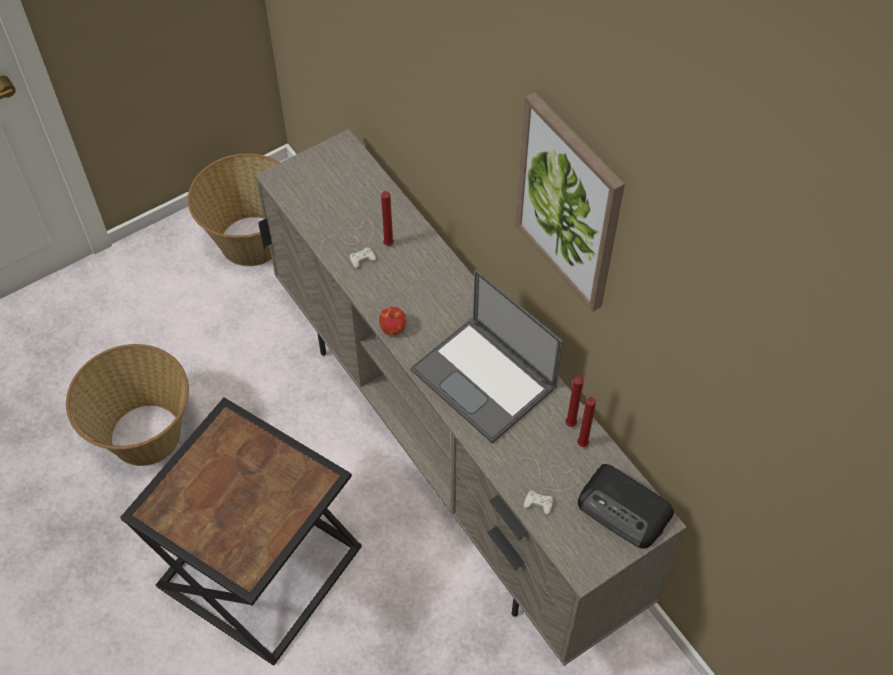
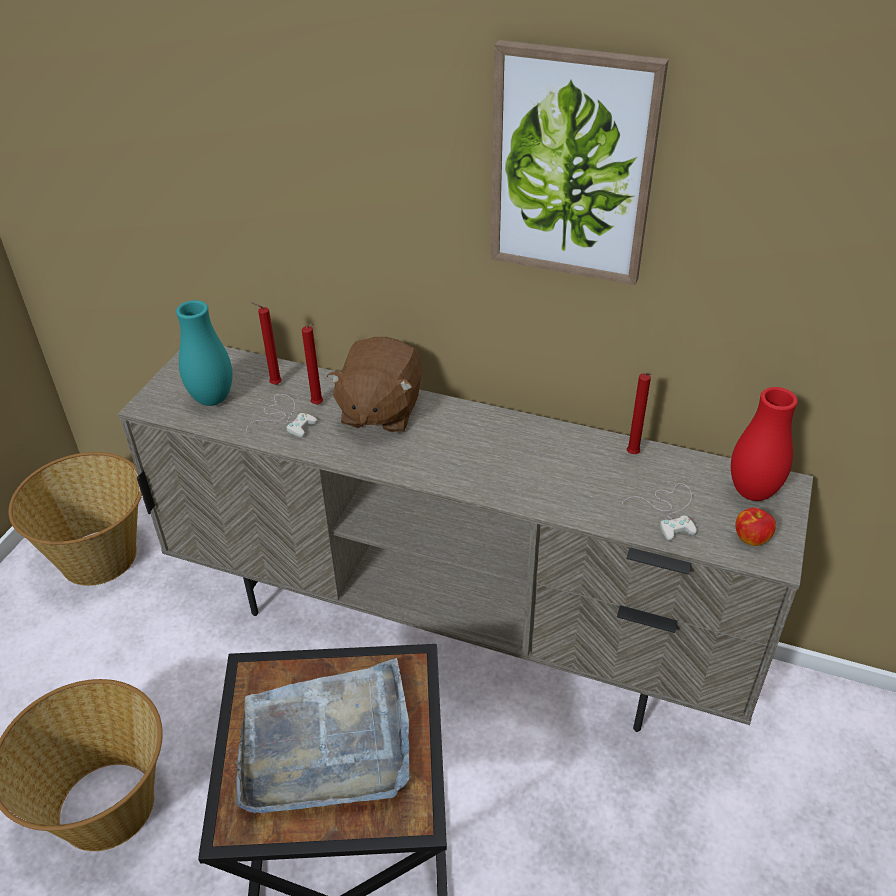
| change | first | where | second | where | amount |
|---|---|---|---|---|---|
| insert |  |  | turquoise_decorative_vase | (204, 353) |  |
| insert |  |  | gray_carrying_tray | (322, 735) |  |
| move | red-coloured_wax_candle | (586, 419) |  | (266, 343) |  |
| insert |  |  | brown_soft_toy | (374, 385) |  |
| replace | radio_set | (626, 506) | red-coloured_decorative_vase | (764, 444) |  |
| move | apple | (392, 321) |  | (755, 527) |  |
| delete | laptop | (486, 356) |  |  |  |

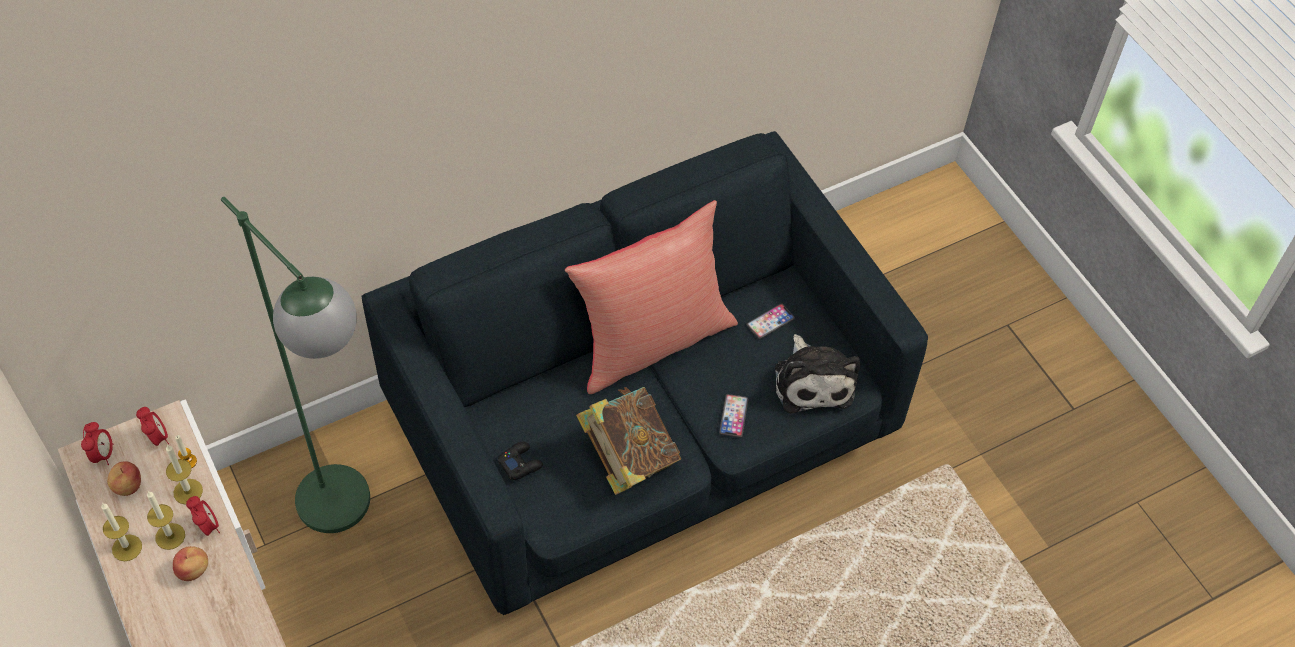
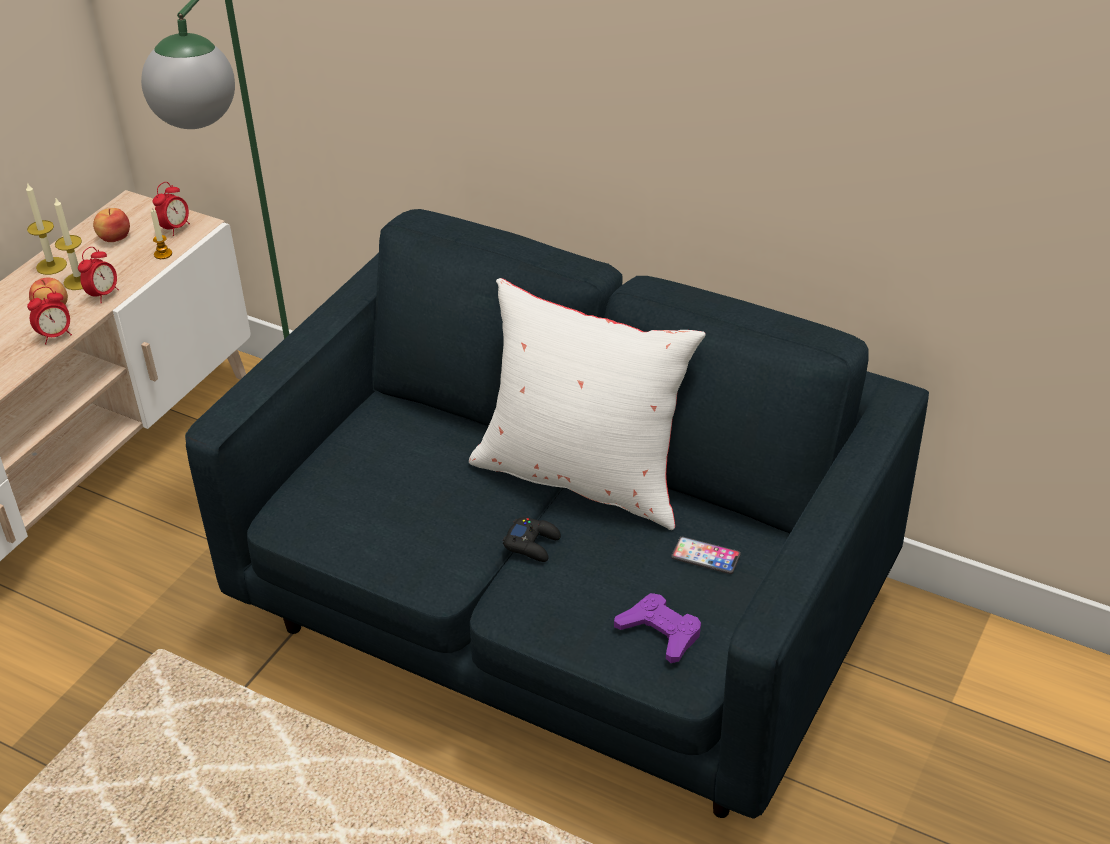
| change | first | where | second | where | amount |
|---|---|---|---|---|---|
| move | bedside_clock | (97, 443) |  | (49, 315) |  |
| recolor | red-coloured_cushion | (651, 297) | whitish_cushion | (587, 404) |  |
| move | blackish_game_controller | (520, 461) |  | (532, 539) |  |
| replace | soft_toy | (817, 373) | purple-coloured_game_controller | (657, 628) |  |
| delete | wax_candle | (184, 475) |  |  |  |
| delete | bound_book | (628, 441) |  |  |  |
| delete | phone | (734, 416) |  |  |  |

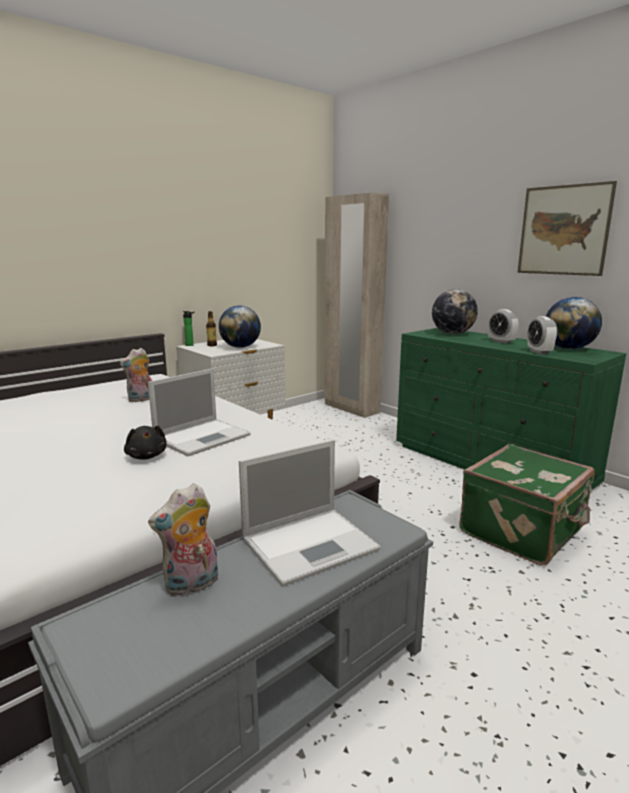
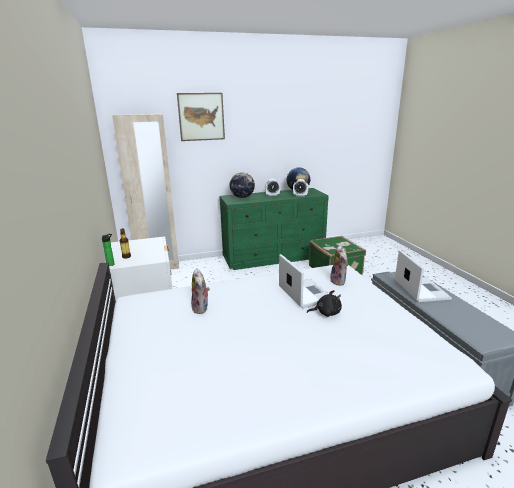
| change | first | where | second | where | amount |
|---|---|---|---|---|---|
| move | wall_art | (567, 228) |  | (201, 117) |  |
| move | soft_toy | (183, 539) |  | (339, 265) |  |
| delete | globe | (240, 327) |  |  |  |

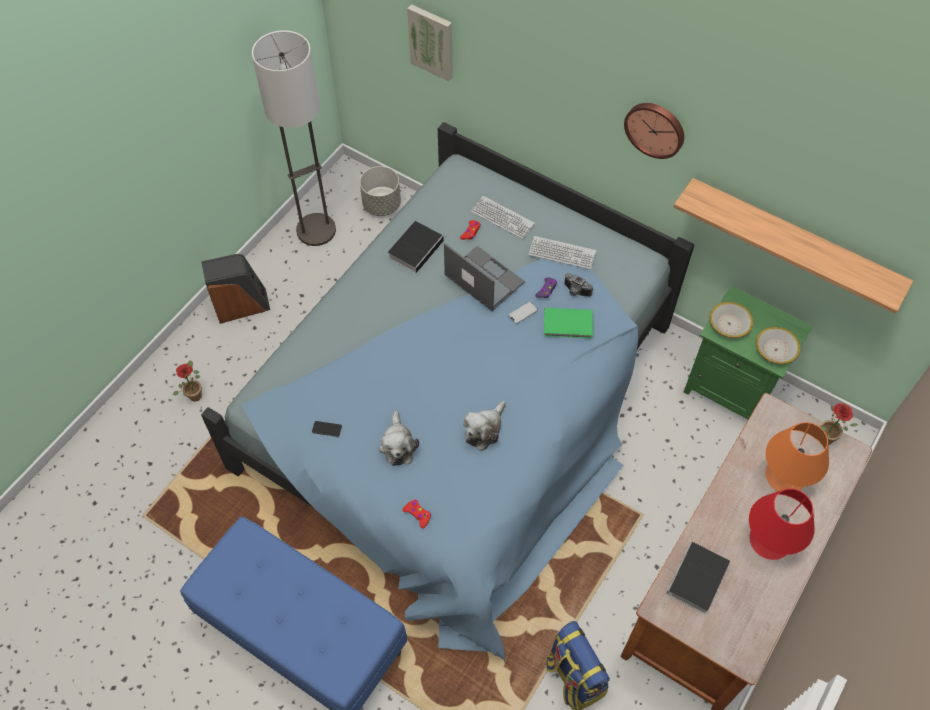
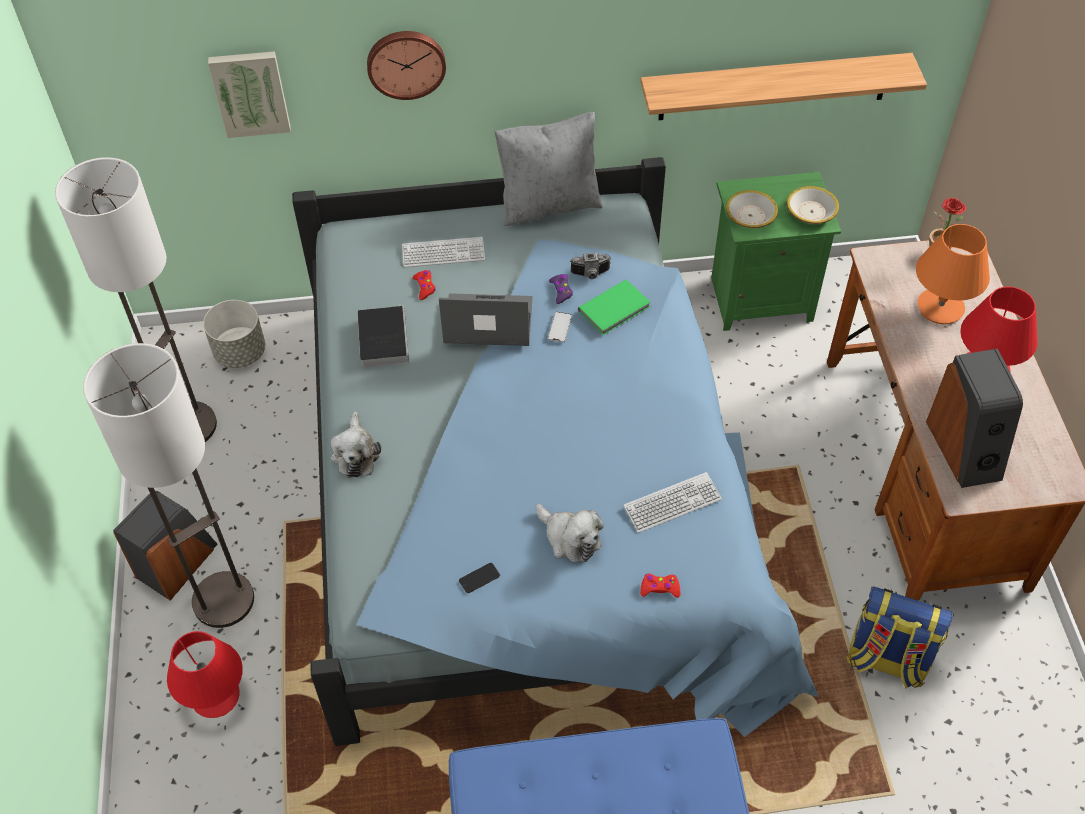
| change | first | where | second | where | amount |
|---|---|---|---|---|---|
| insert |  |  | standard_lamp | (168, 485) |  |
| replace | potted_plant | (187, 381) | red-coloured_table_lamp | (205, 674) |  |
| move | soft_toy | (484, 426) |  | (356, 444) |  |
| move | clock_on_the_wall | (654, 131) |  | (406, 65) |  |
| insert |  |  | gray_cushion | (548, 169) |  |
| move | keyboard | (562, 252) |  | (672, 502) |  |
| replace | bound_book | (697, 577) | loudspeaker | (974, 418) |  |

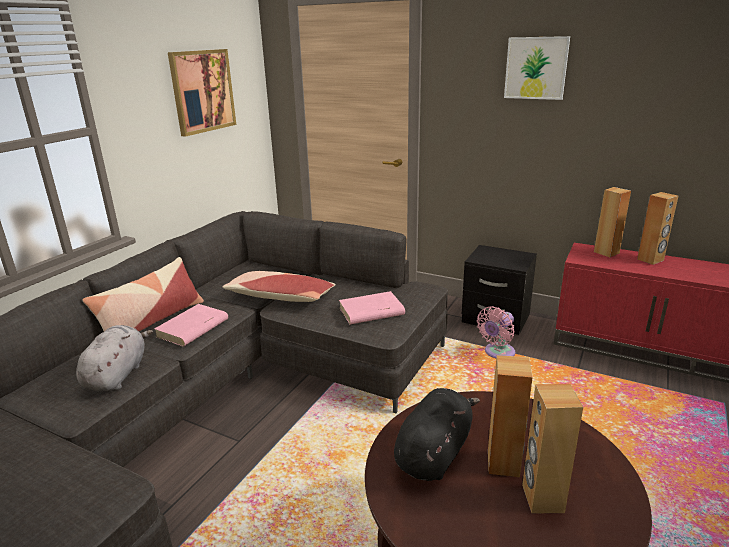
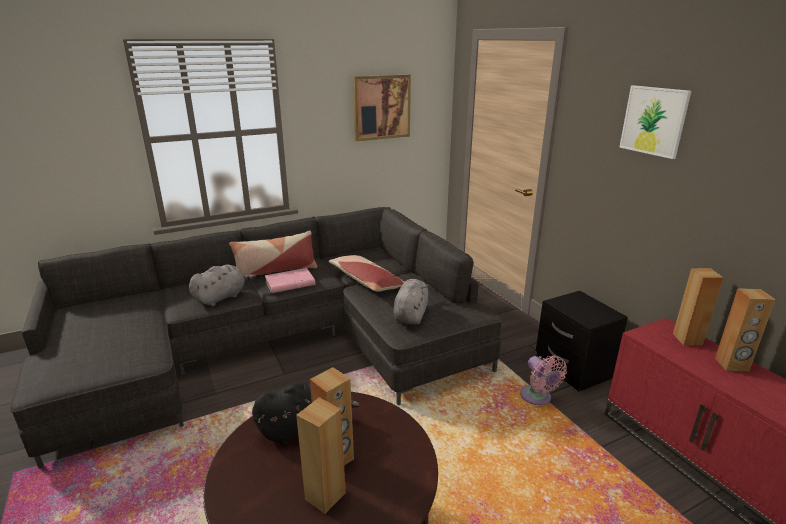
| change | first | where | second | where | amount |
|---|---|---|---|---|---|
| replace | pink_bound_book | (372, 307) | gray_soft_toy | (410, 302) |  |
| rotate | pink_fan | (496, 332) |  | (543, 380) | 105 degrees counterclockwise |

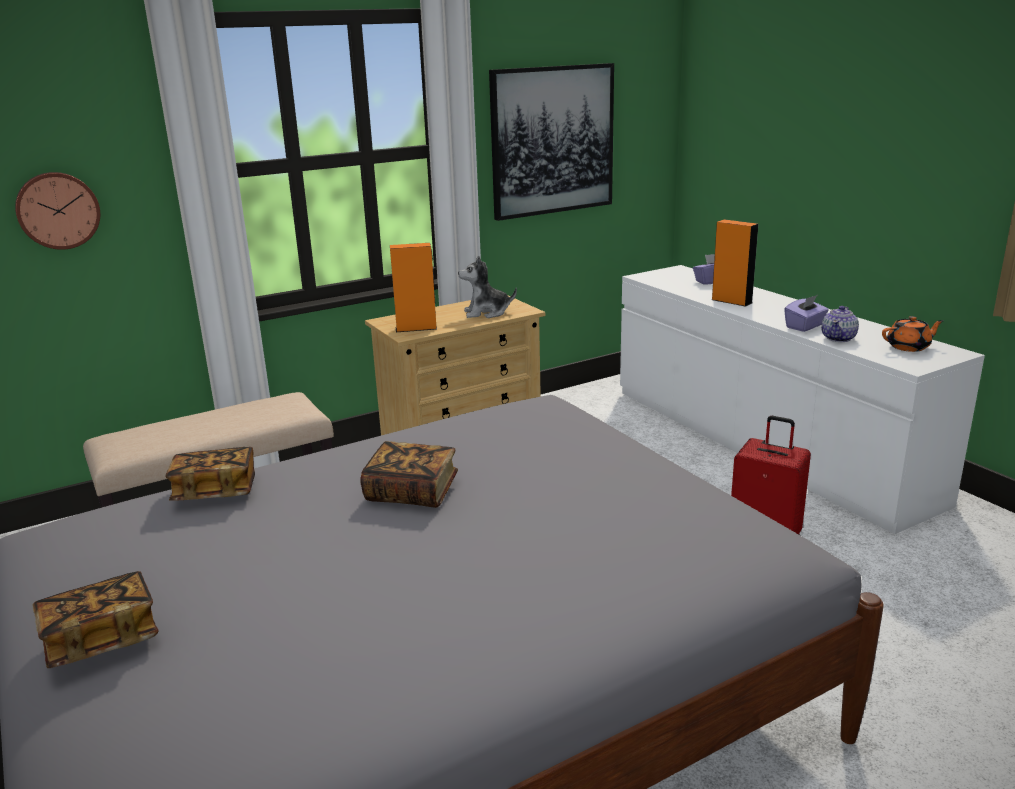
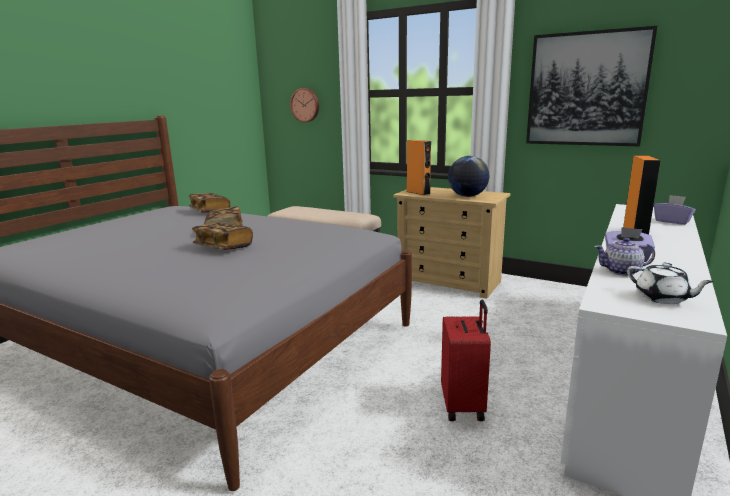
| change | first | where | second | where | amount |
|---|---|---|---|---|---|
| move | bound_book | (96, 619) |  | (222, 236) |  |
| replace | soft_toy | (487, 286) | globe | (468, 176) |  |
| recolor | orange-coloured_teapot | (913, 334) | whitish_teapot | (670, 283) |  |

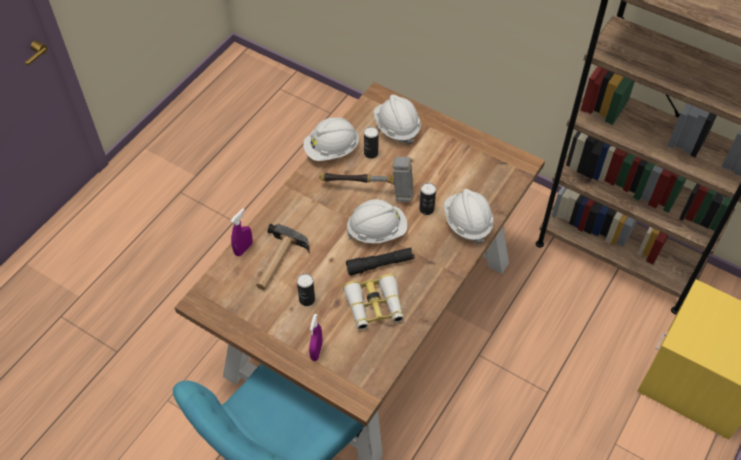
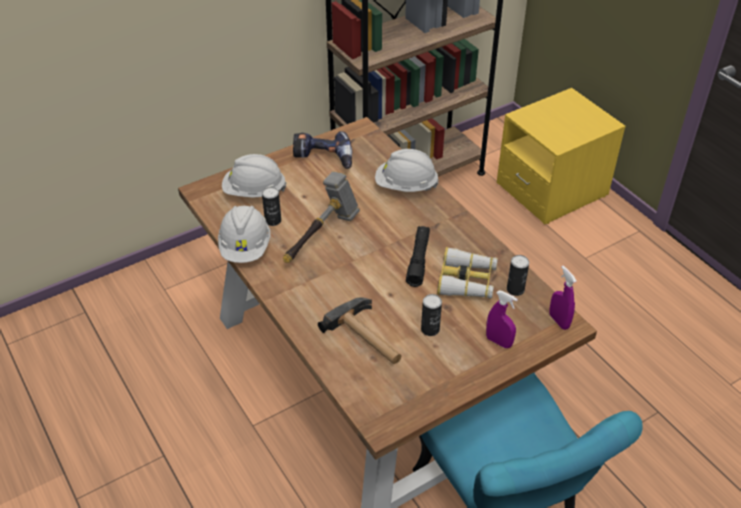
| change | first | where | second | where | amount |
|---|---|---|---|---|---|
| insert |  |  | power_drill | (322, 150) |  |
| move | metal_can | (427, 199) |  | (518, 275) |  |
| move | purple-coloured_spray_bottle | (242, 232) |  | (563, 298) |  |
| delete | whitish_hard_hat | (377, 221) |  |  |  |

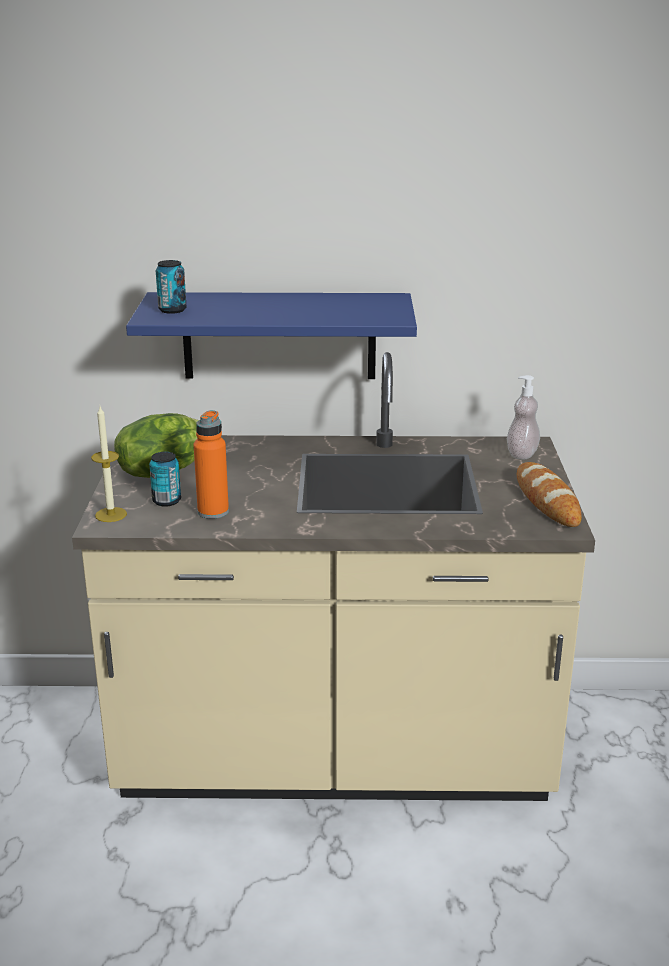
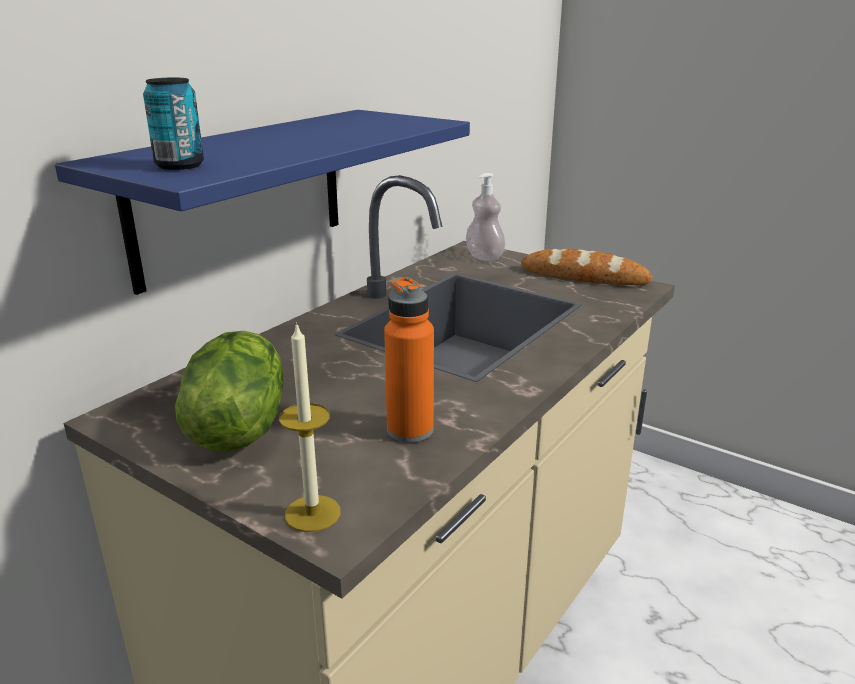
| change | first | where | second | where | amount |
|---|---|---|---|---|---|
| delete | metal_can | (165, 479) |  |  |  |

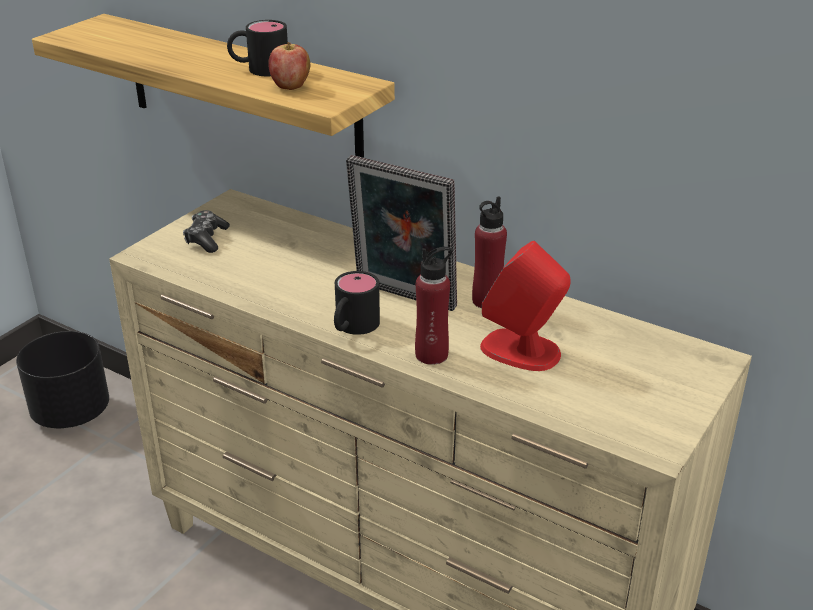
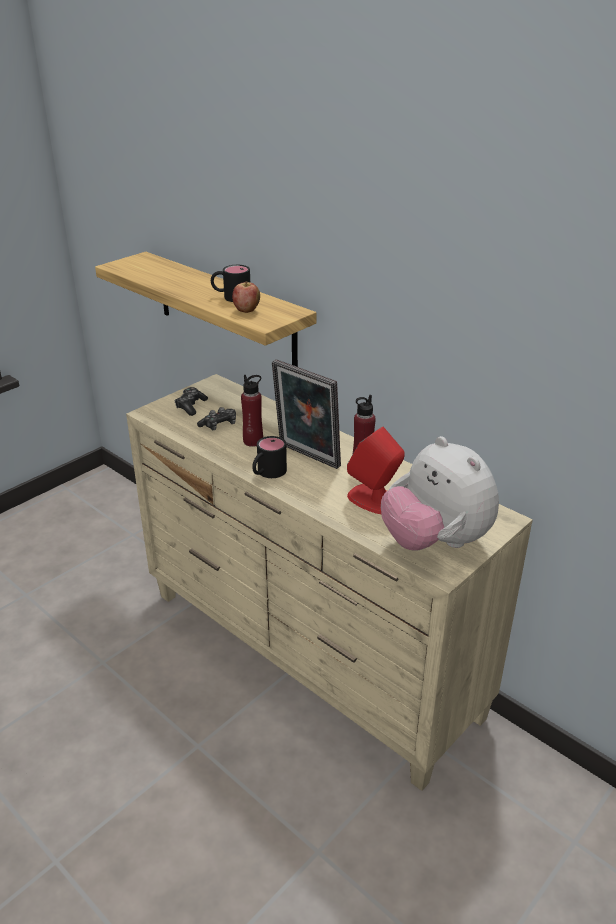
| change | first | where | second | where | amount |
|---|---|---|---|---|---|
| insert |  |  | game_controller | (216, 418) |  |
| move | red-coloured_bottle | (433, 306) |  | (252, 411) |  |
| insert |  |  | soft_toy | (440, 493) |  |
| delete | blackish_planter | (62, 380) |  |  |  |

